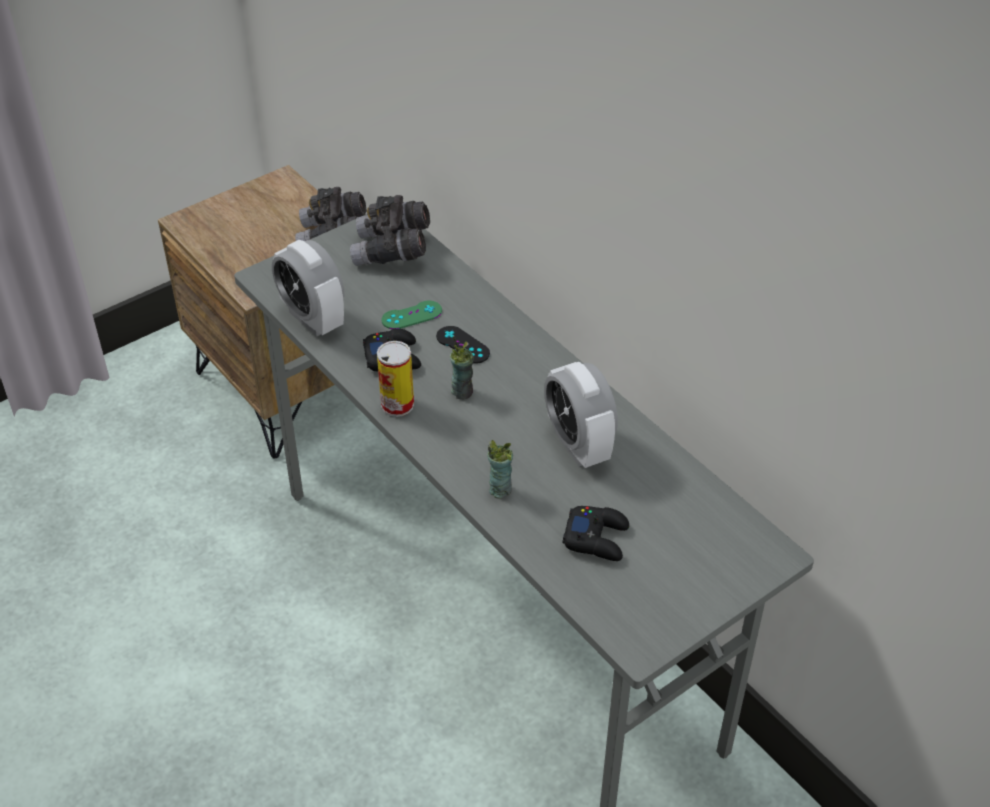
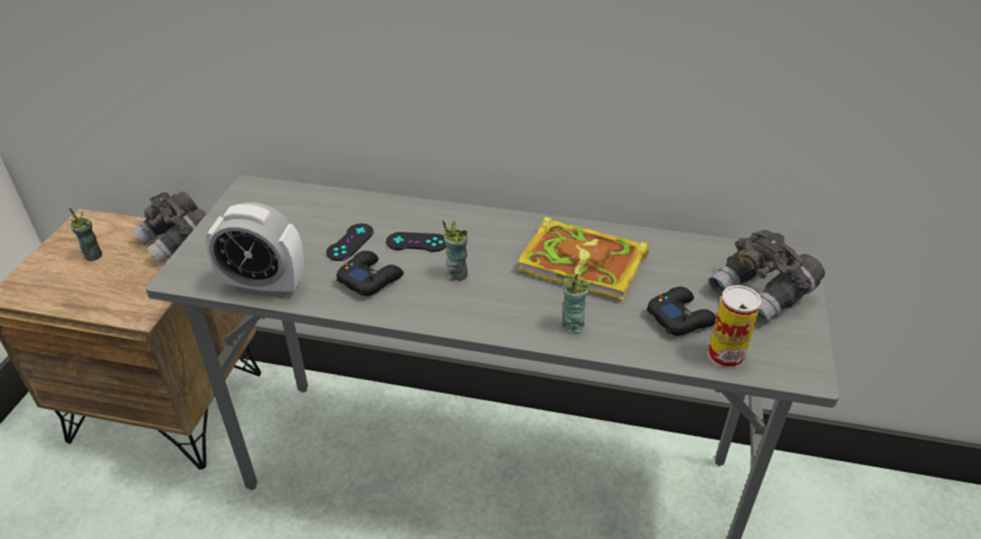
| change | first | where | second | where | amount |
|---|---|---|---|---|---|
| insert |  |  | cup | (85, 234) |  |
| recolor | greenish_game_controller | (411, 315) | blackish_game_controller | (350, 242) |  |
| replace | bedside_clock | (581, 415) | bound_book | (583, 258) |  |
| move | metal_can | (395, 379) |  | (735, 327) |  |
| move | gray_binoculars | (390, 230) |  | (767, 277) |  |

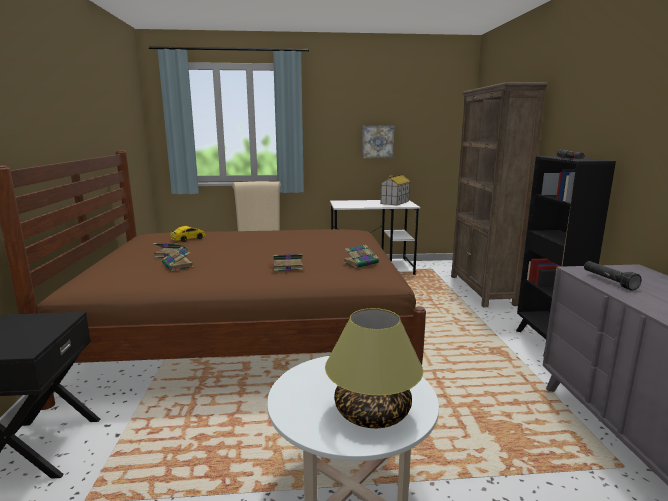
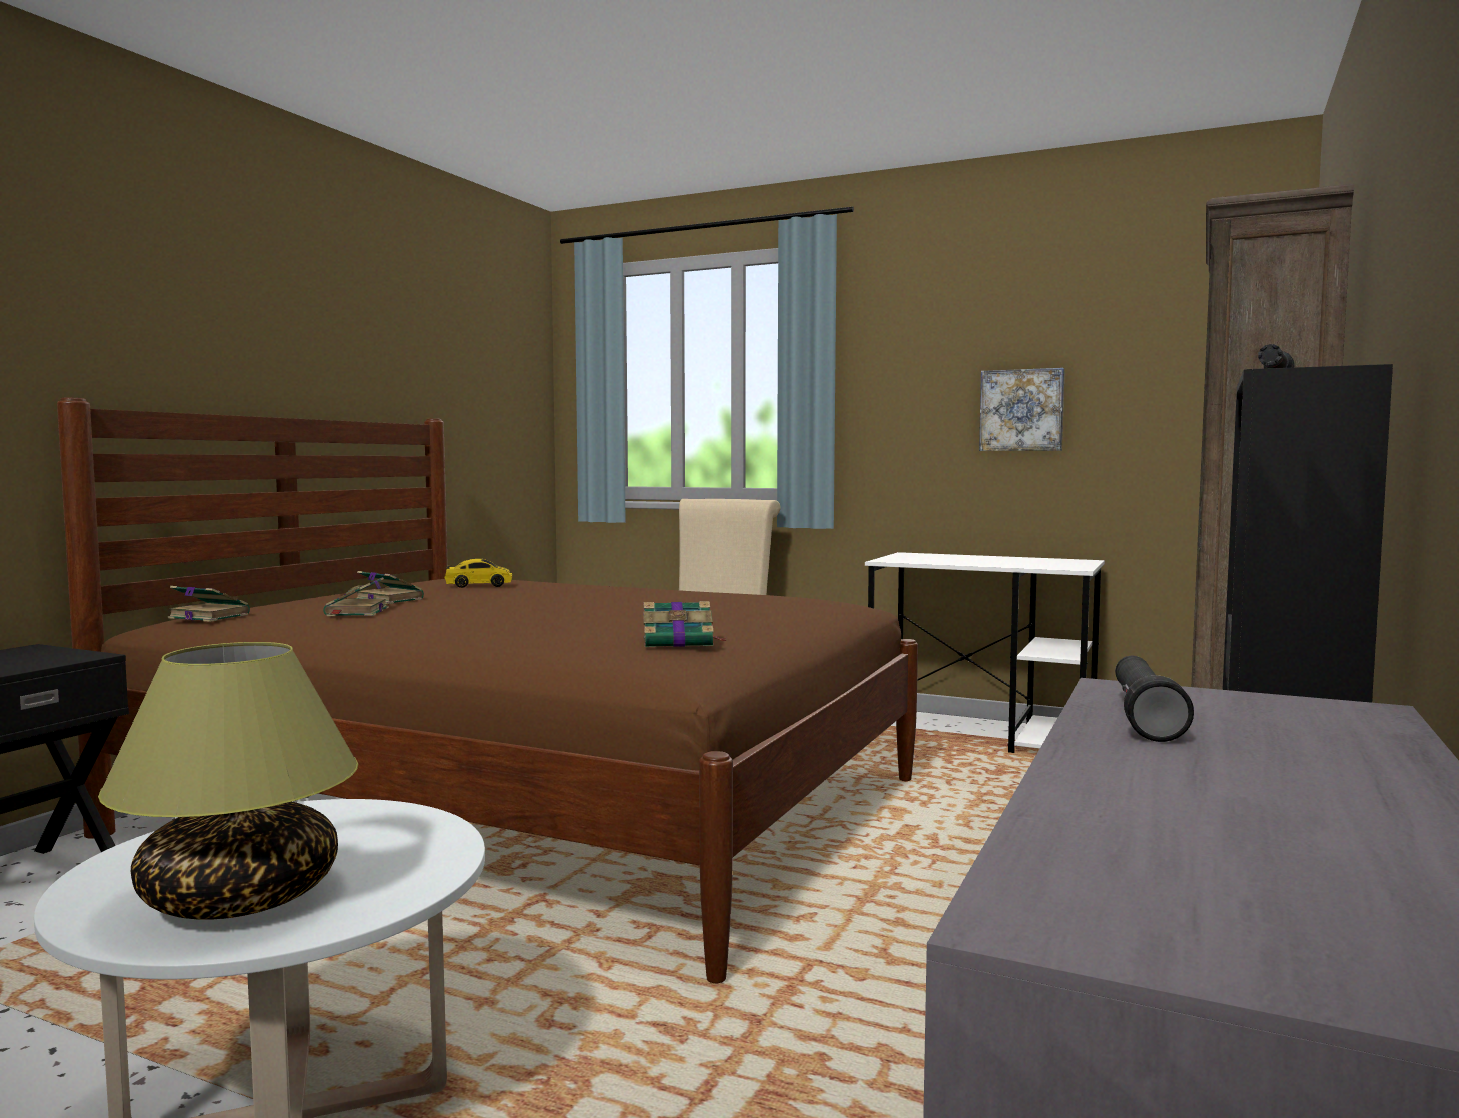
| change | first | where | second | where | amount |
|---|---|---|---|---|---|
| move | bound_book | (286, 262) |  | (209, 604) |  |
| delete | model_house | (395, 190) |  |  |  |

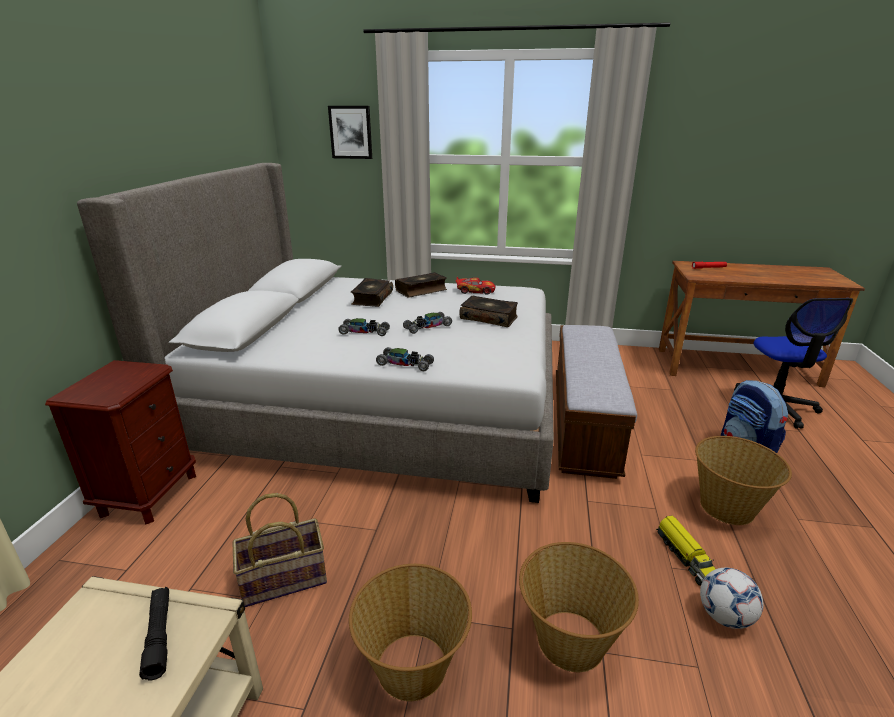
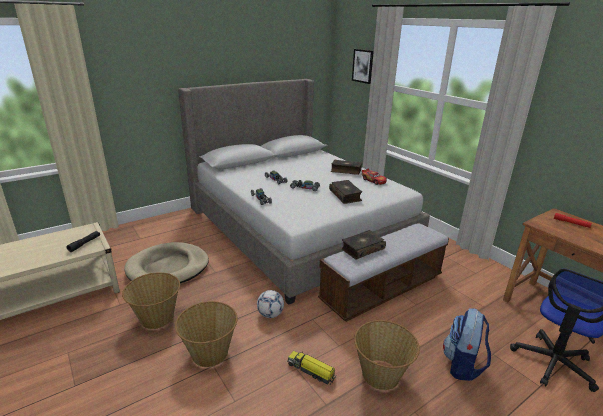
| change | first | where | second | where | amount |
|---|---|---|---|---|---|
| replace | household_basket | (279, 550) | beige-coloured_dog_bed | (166, 263) |  |
| move | football_ball | (731, 598) |  | (270, 304) |  |
| rotate | model_truck | (686, 550) |  | (312, 367) | 90 degrees clockwise |
| move | bound_book | (372, 292) |  | (363, 245) |  |
| delete | brown_nightstand | (120, 442) |  |  |  |

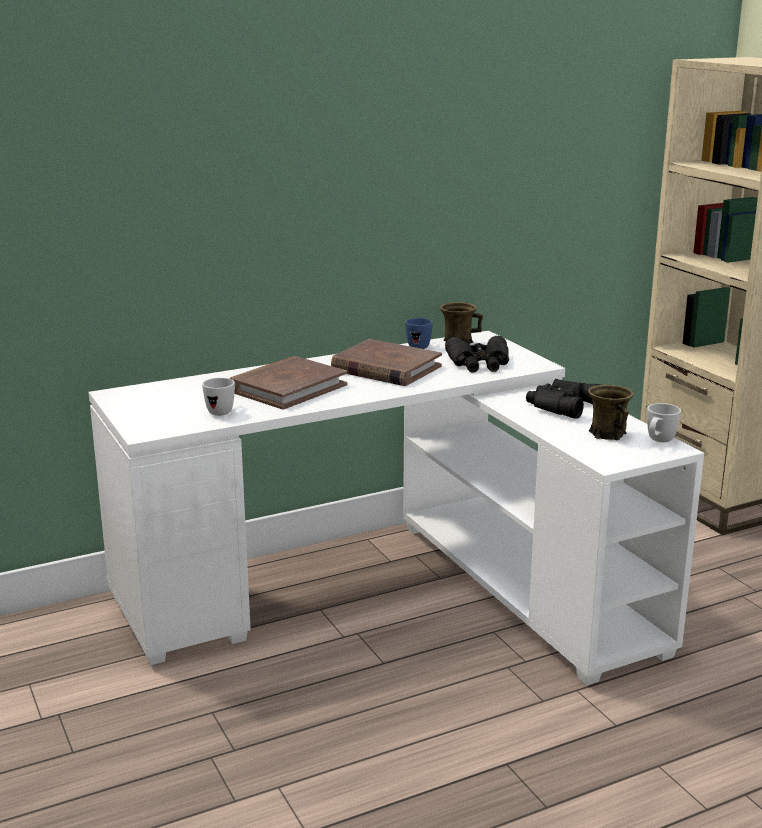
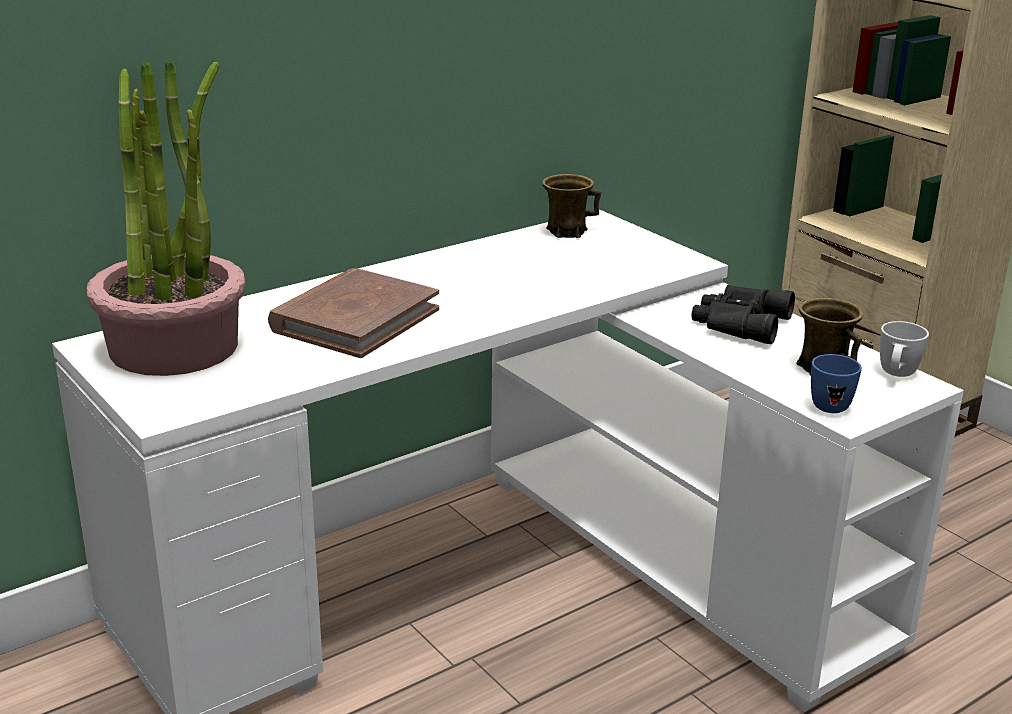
| change | first | where | second | where | amount |
|---|---|---|---|---|---|
| insert |  |  | potted_plant | (166, 217) |  |
| move | blue-coloured_coffee_mug | (419, 333) |  | (836, 383) |  |
| delete | whitish_coffee_mug | (218, 397) |  |  |  |
| delete | brown_bound_book | (386, 362) |  |  |  |
| delete | blackish_binoculars | (477, 354) |  |  |  |

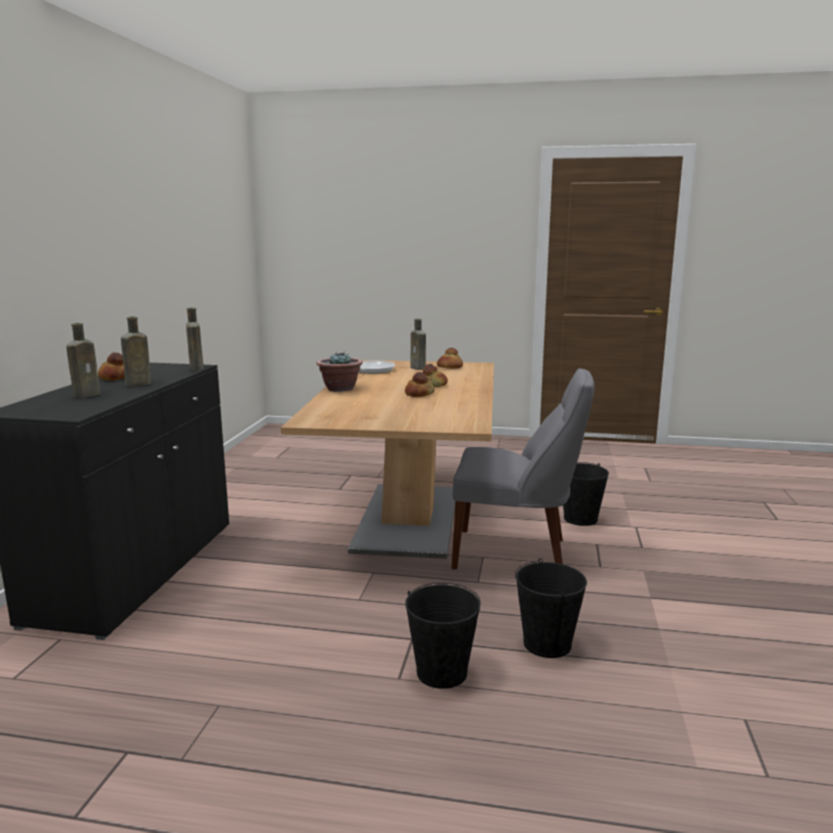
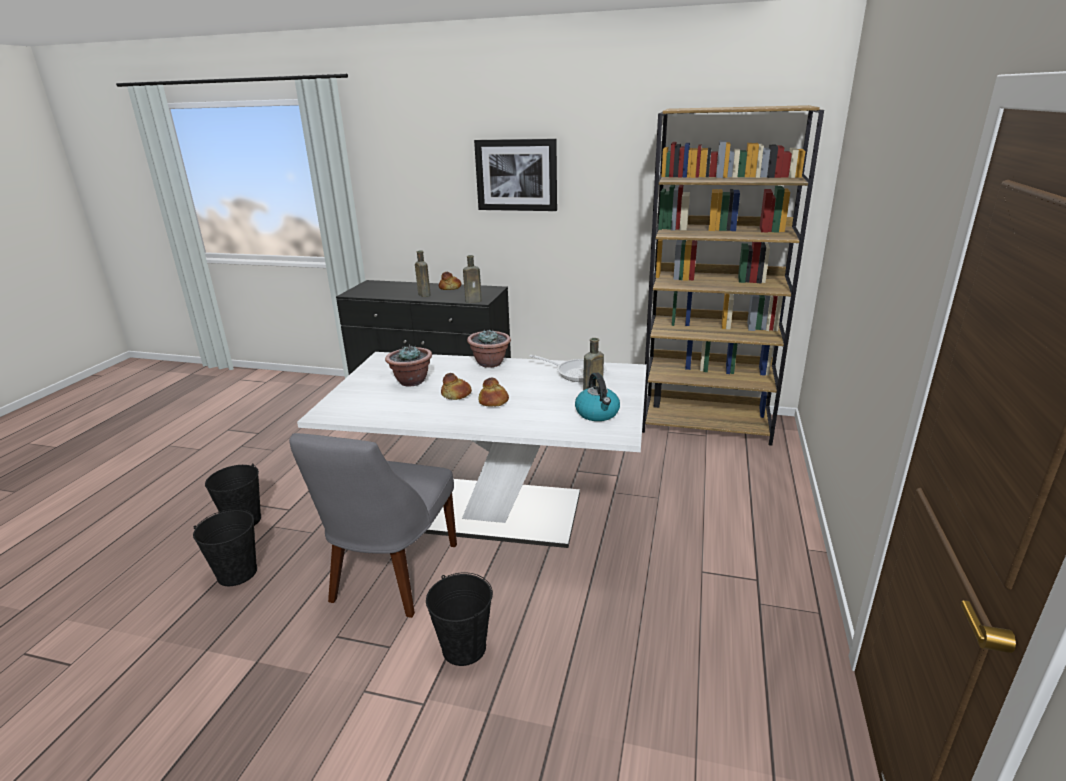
| change | first | where | second | where | amount |
|---|---|---|---|---|---|
| recolor | brown_kitchen_table | (387, 459) | whitish_kitchen_table | (472, 450) |  |
| insert |  |  | potted_plant | (408, 366) |  |
| insert |  |  | wall_art | (515, 175) |  |
| replace | bread | (450, 358) | water_kettle | (597, 396) |  |
| insert |  |  | brown_bookshelf | (733, 275) |  |
| delete | brown_bottle | (83, 360) |  |  |  |

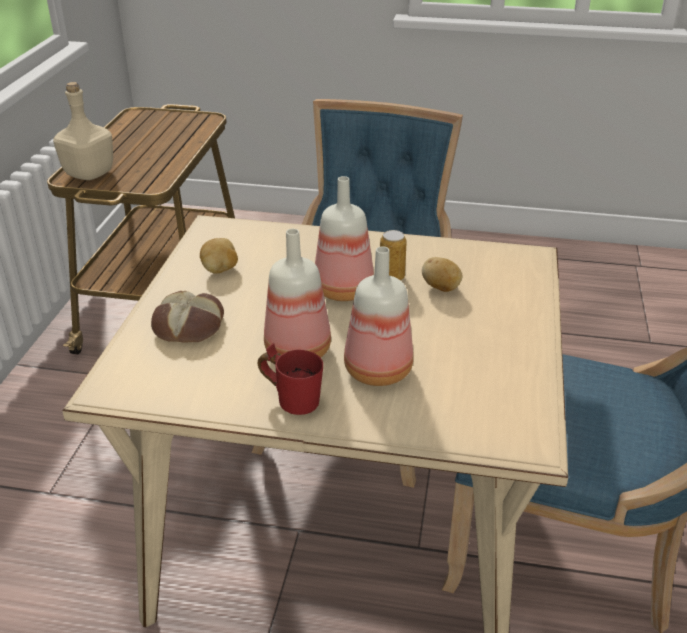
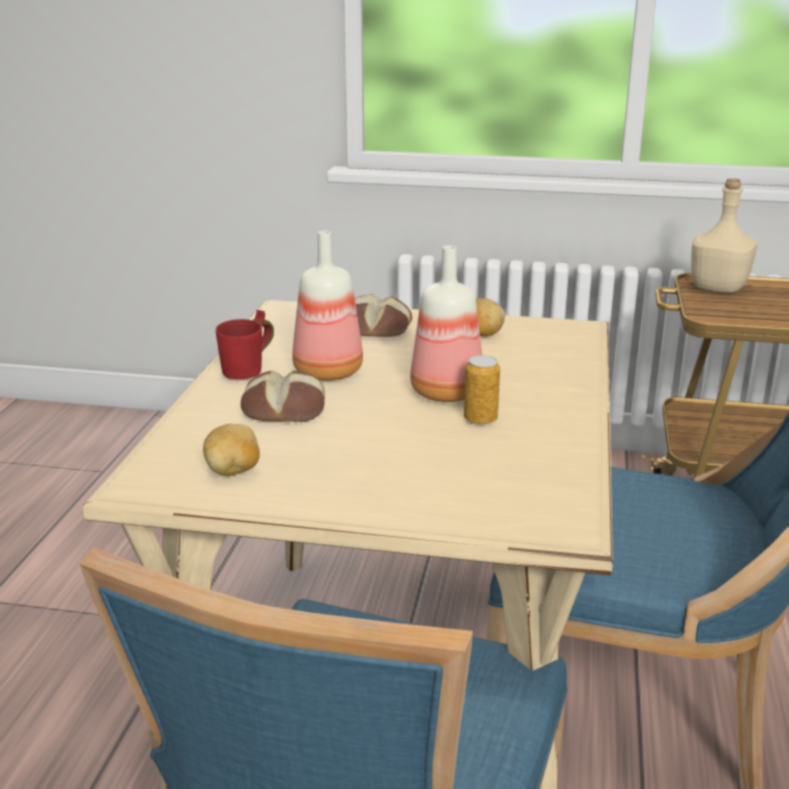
| change | first | where | second | where | amount |
|---|---|---|---|---|---|
| move | potato | (442, 274) |  | (231, 450) |  |
| replace | bottle | (378, 316) | bread | (283, 396) |  |

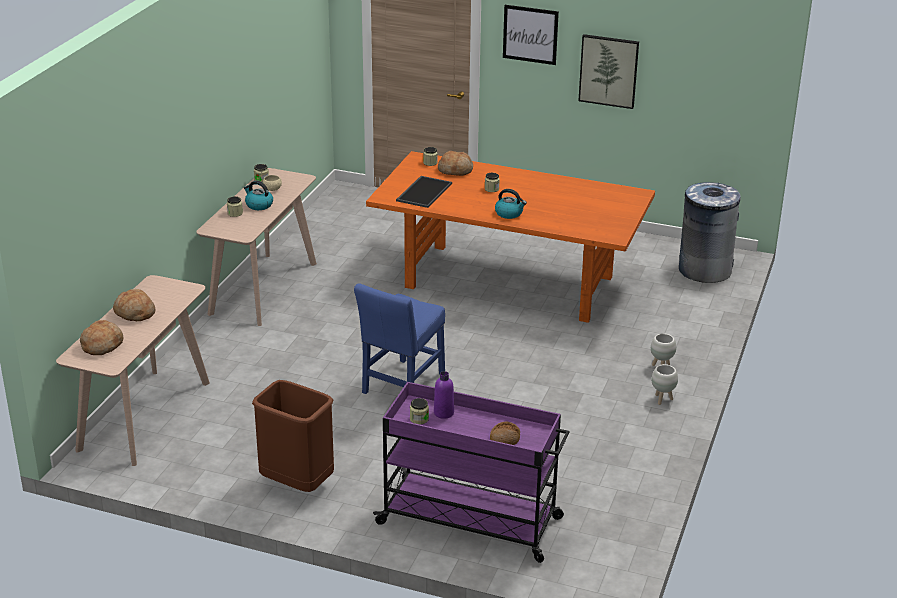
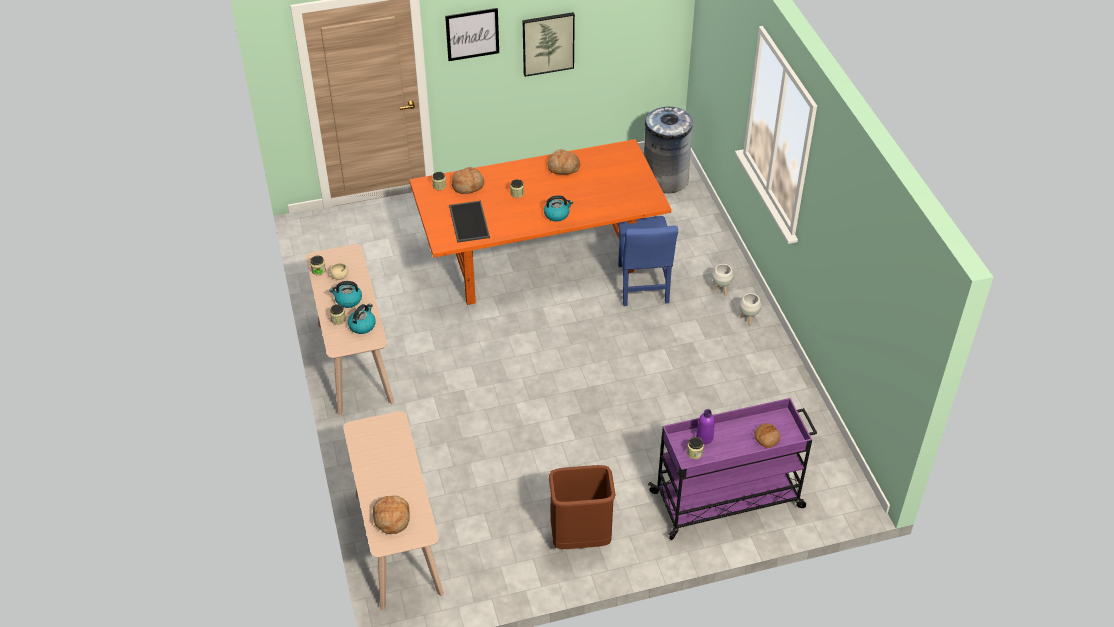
| change | first | where | second | where | amount |
|---|---|---|---|---|---|
| insert |  |  | water_kettle | (362, 319) |  |
| move | bread | (134, 305) |  | (564, 162) |  |
| move | blue-coloured_chair | (399, 338) |  | (648, 261) |  |

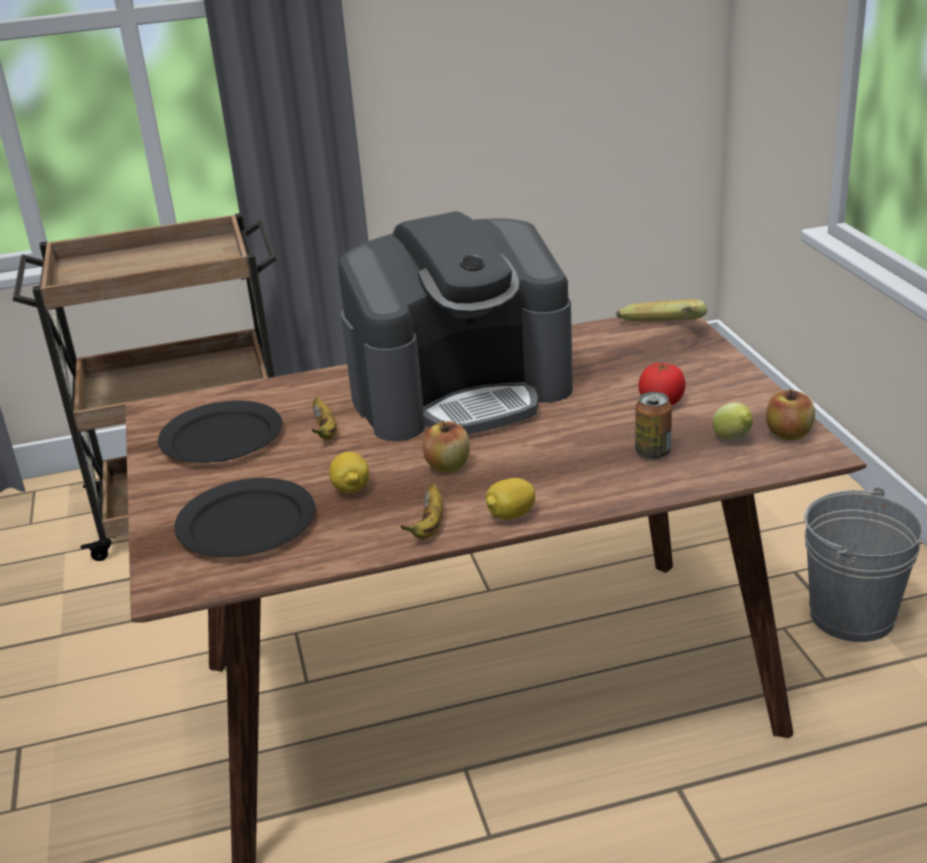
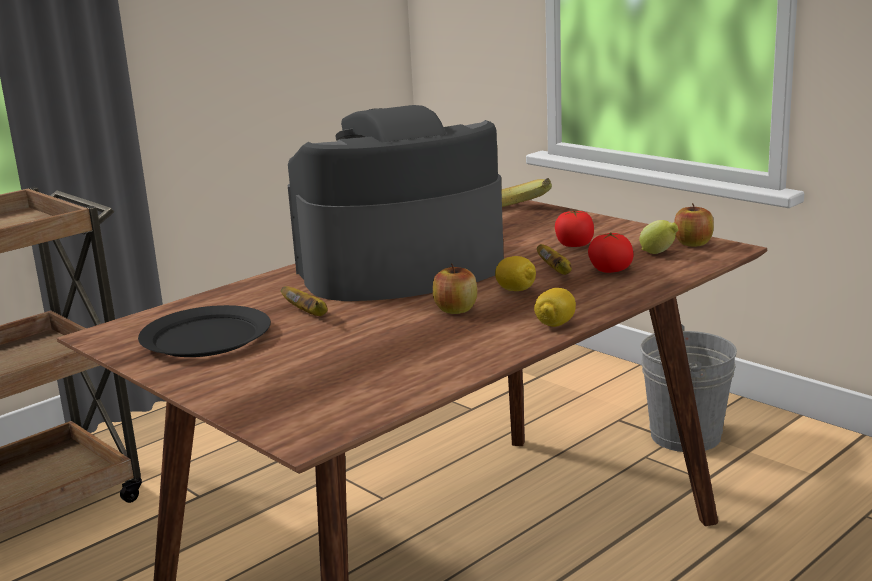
| change | first | where | second | where | amount |
|---|---|---|---|---|---|
| rotate | coffee_maker | (455, 326) |  | (396, 203) | 150 degrees counterclockwise |
| move | lemon | (349, 472) |  | (515, 273) |  |
| move | banana_fruit | (421, 511) |  | (554, 259) |  |
| replace | metal_can | (653, 425) | fresh_tomato | (610, 252) |  |
| delete | blackish_plate | (244, 517) |  |  |  |

